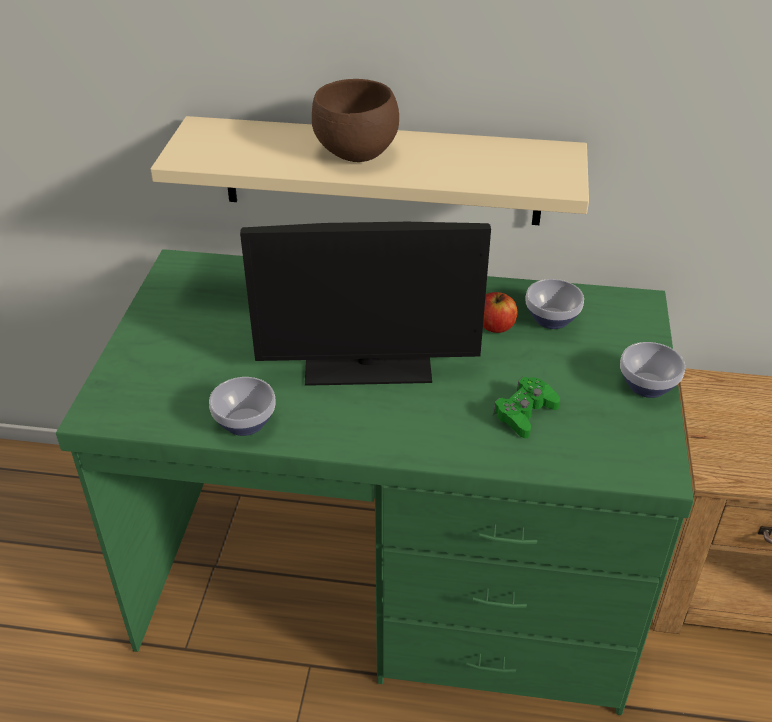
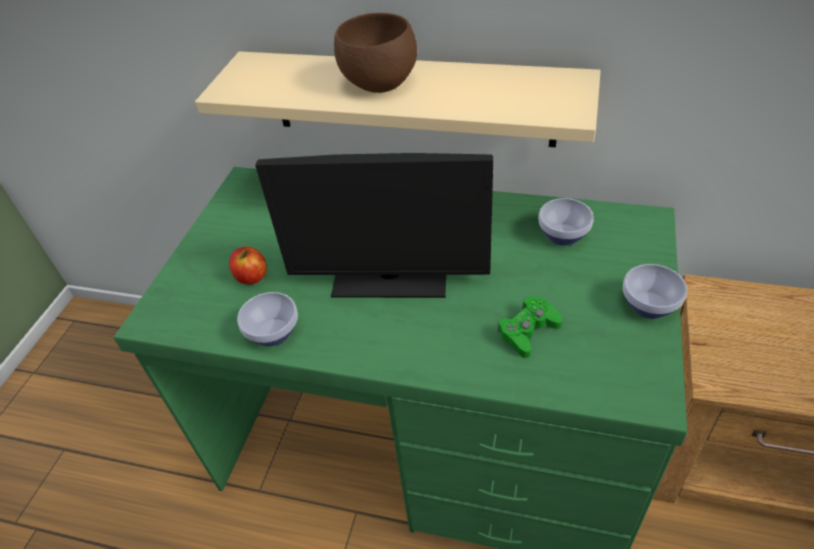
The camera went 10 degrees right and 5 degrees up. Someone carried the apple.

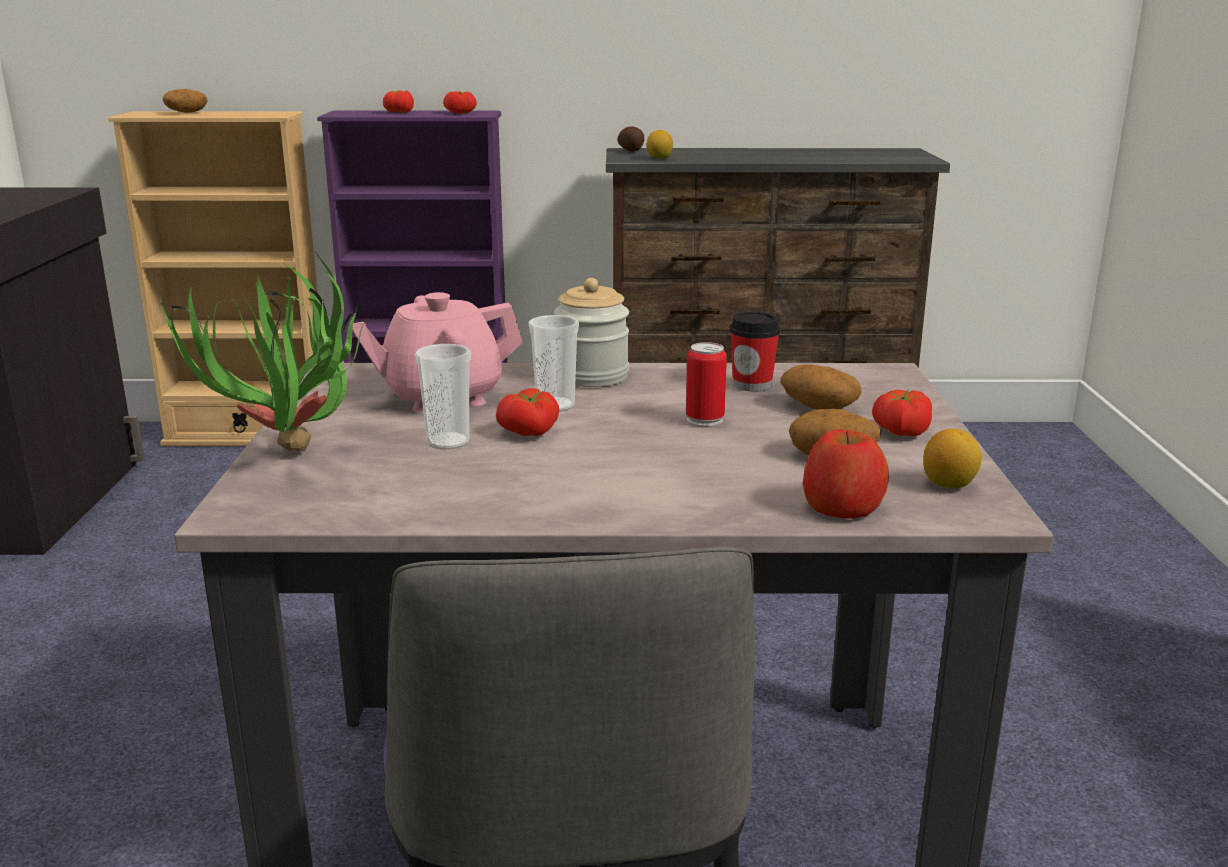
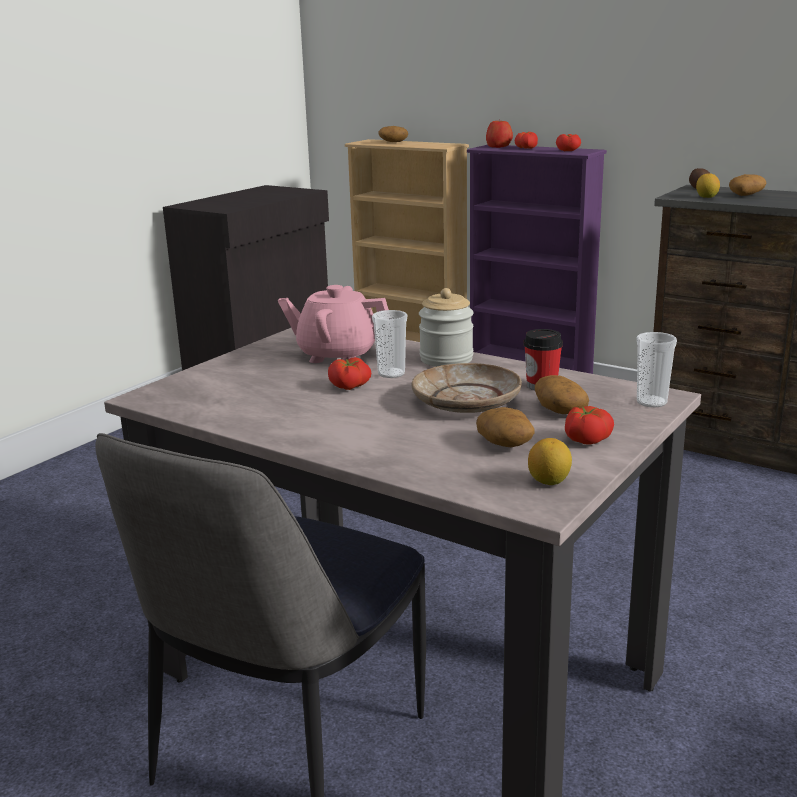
The camera went 35 degrees right and 0 degrees up. Someone took away the potted plant. Someone put down the potato (no. 5 from left). Someone carried the cup (no. 1 from left in the first image). Someone carried the apple. Someone swapped the can for the plate (beige).

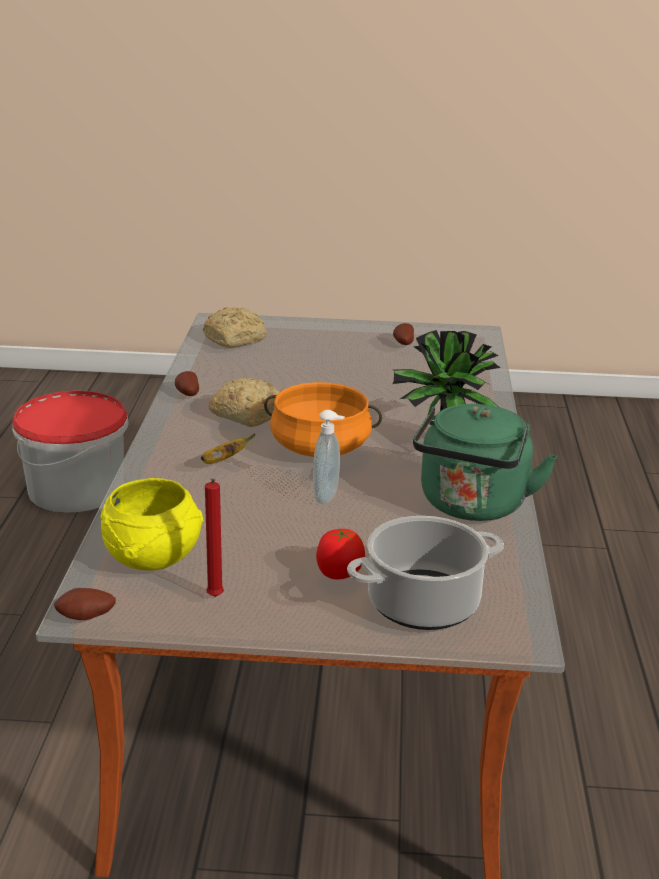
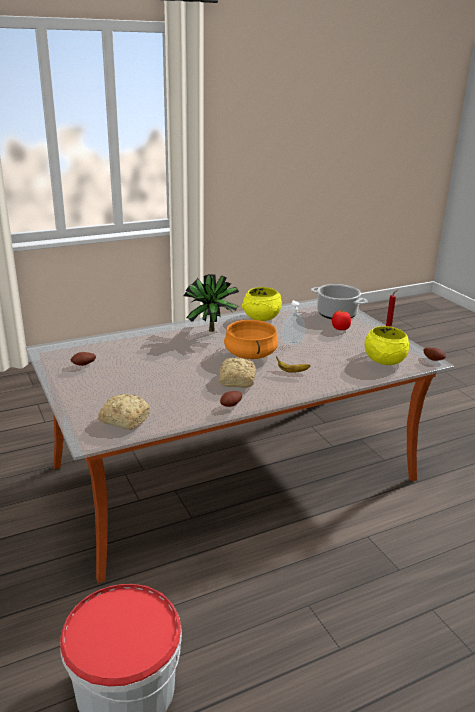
The camera went 120 degrees left and 0 degrees up. Someone swapped the kettle (green) for the bowl (yellow) (no. 1 from left).

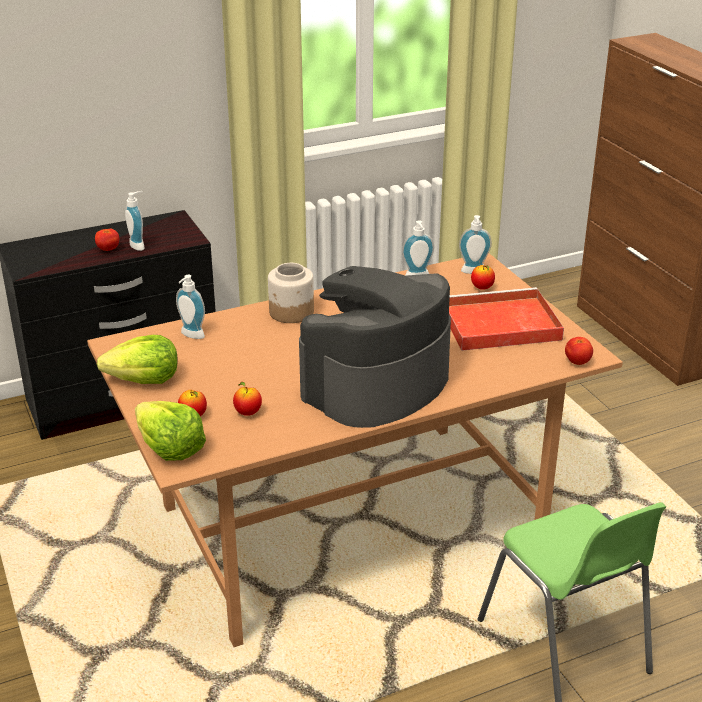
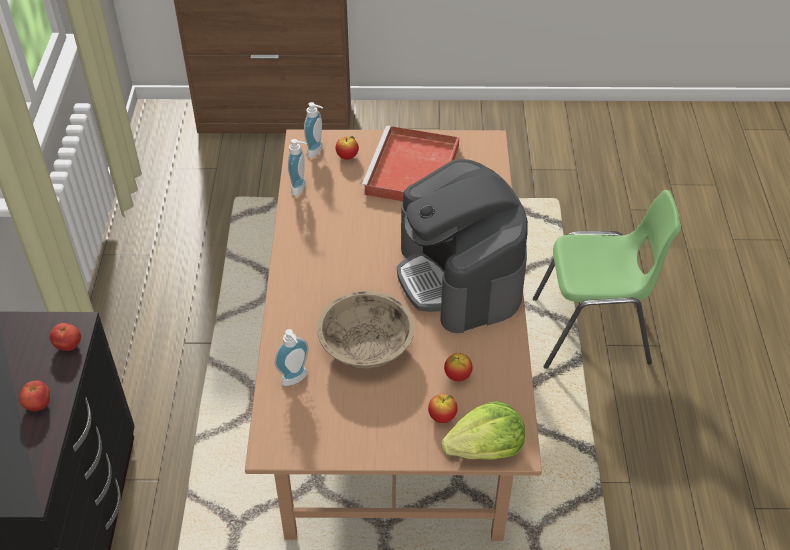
The camera went 65 degrees left and 15 degrees up. Someone took away the lettuce (no. 1 from left). Someone took away the soap dispenser (no. 1 from left). Someone took away the jar. Someone put down the bowl (beige). Someone carried the tomato (no. 2 from left).

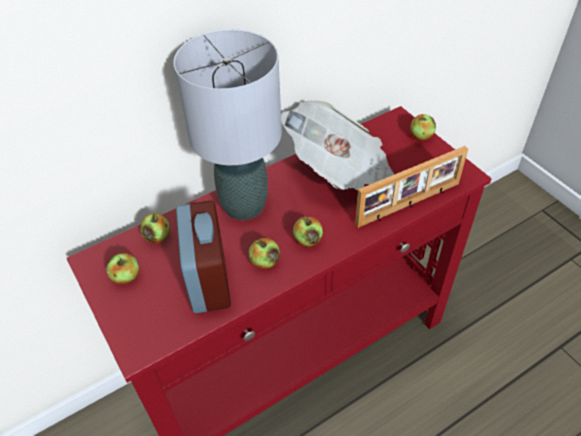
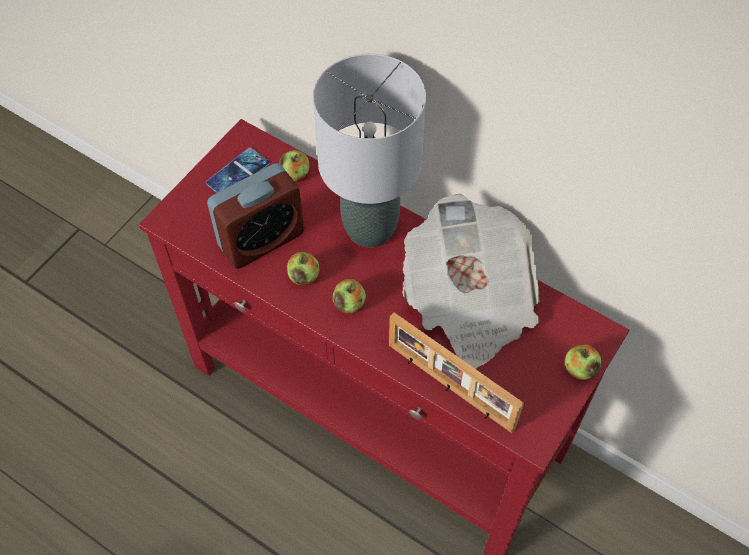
The camera went 65 degrees right and 10 degrees up. Someone swapped the apple (no. 1 from left) for the phone.

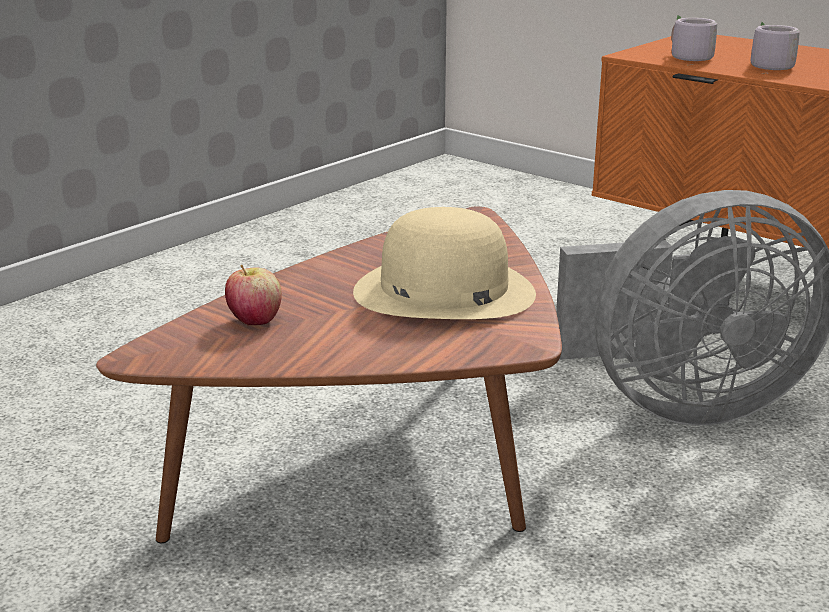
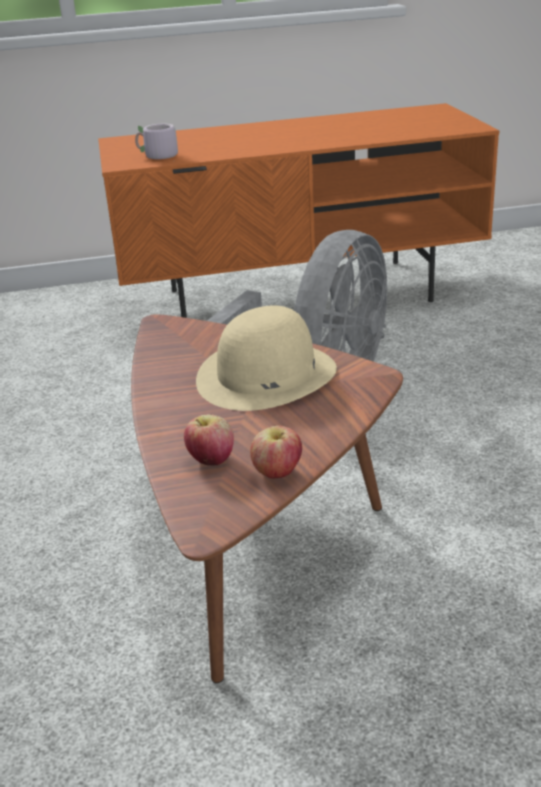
The camera went 50 degrees left and 5 degrees up. Someone took away the mug (grey) (no. 2 from left). Someone put down the apple (no. 2 from left).

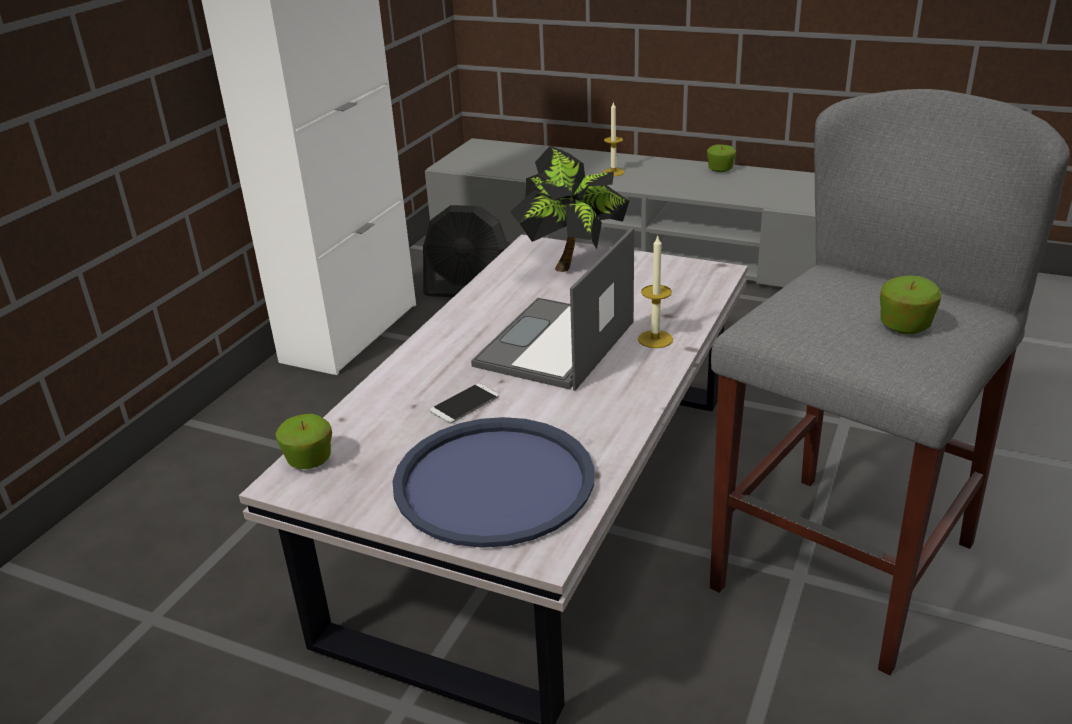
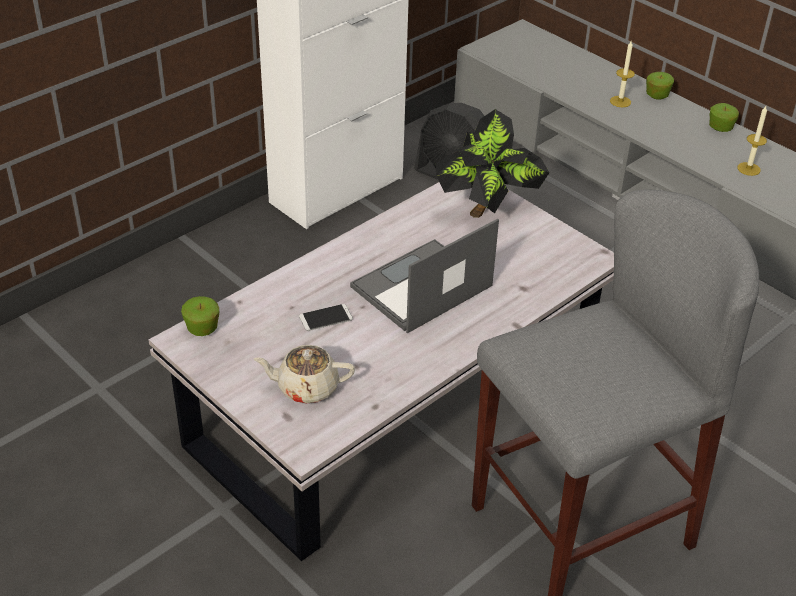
The camera went 20 degrees right and 10 degrees up. Someone carried the candle (no. 2 from left). Someone carried the apple (no. 3 from left in the first image). Someone swapped the tray (blue) for the teapot (beige).

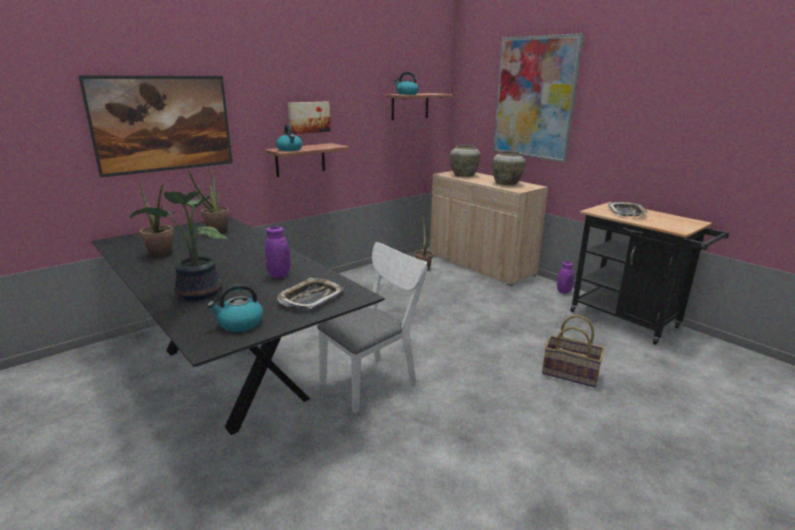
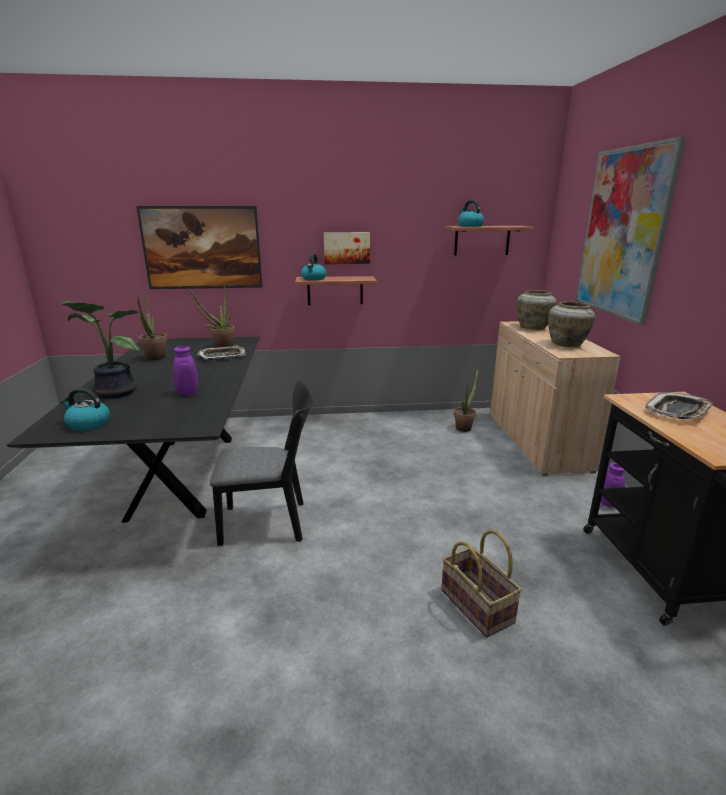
The camera went 35 degrees right and 0 degrees up. Someone carried the tray (no. 1 from left). Someone repainted the chair (white), which became the chair (black).

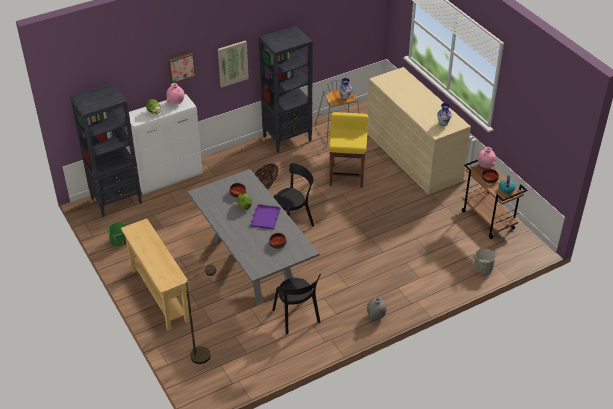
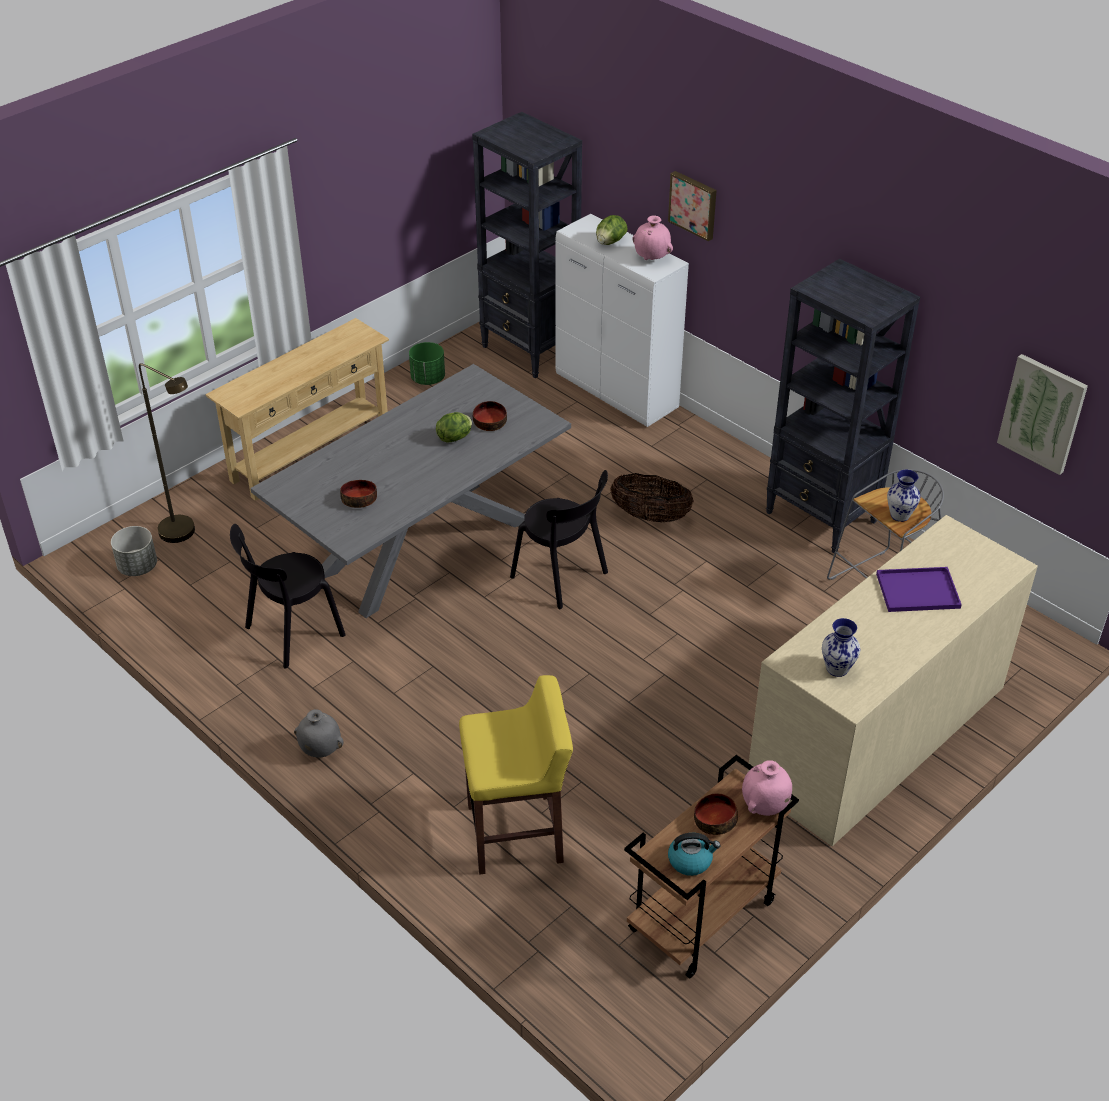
The camera went 75 degrees right and 0 degrees up. Someone carried the picture (no. 2 from left). Someone carried the tray (purple). Someone carried the stool (yellow). Someone carried the planter (grey).

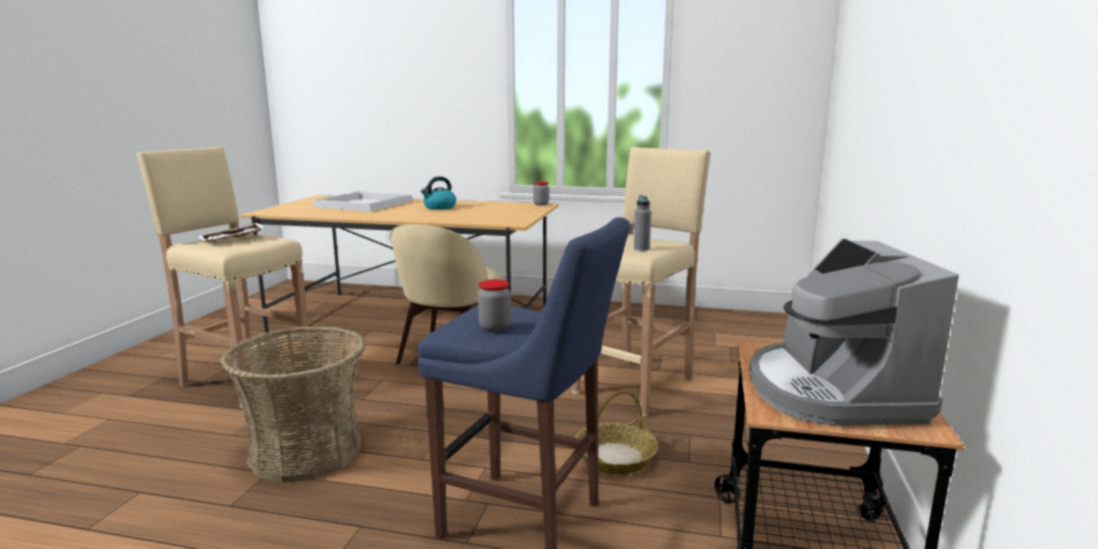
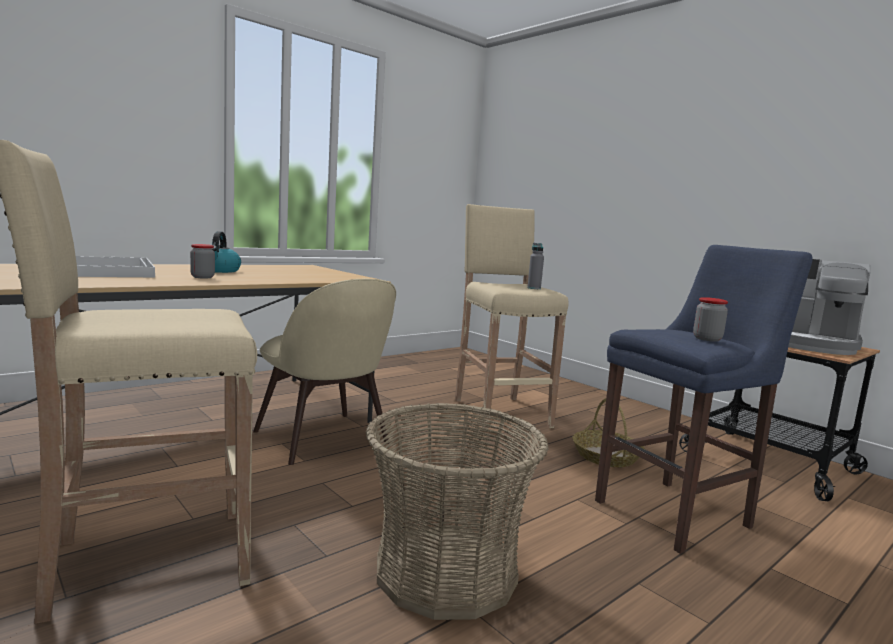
The camera went 55 degrees left and 5 degrees down. Someone took away the tray (white) (no. 1 from left). Someone carried the jar (no. 2 from left in the first image).

